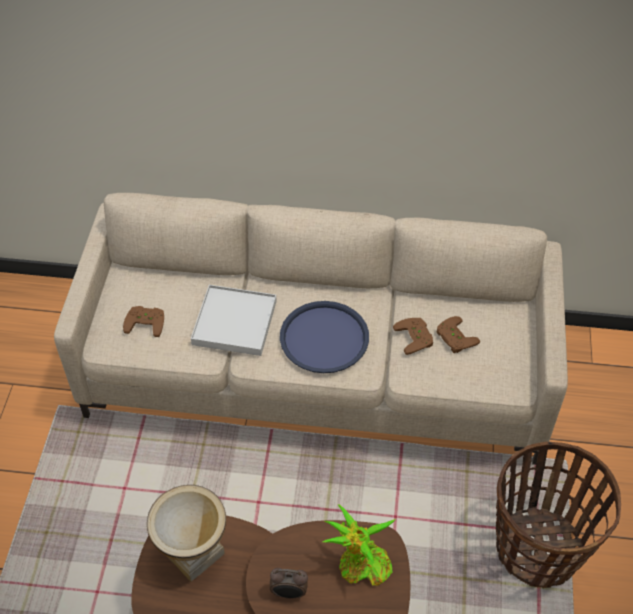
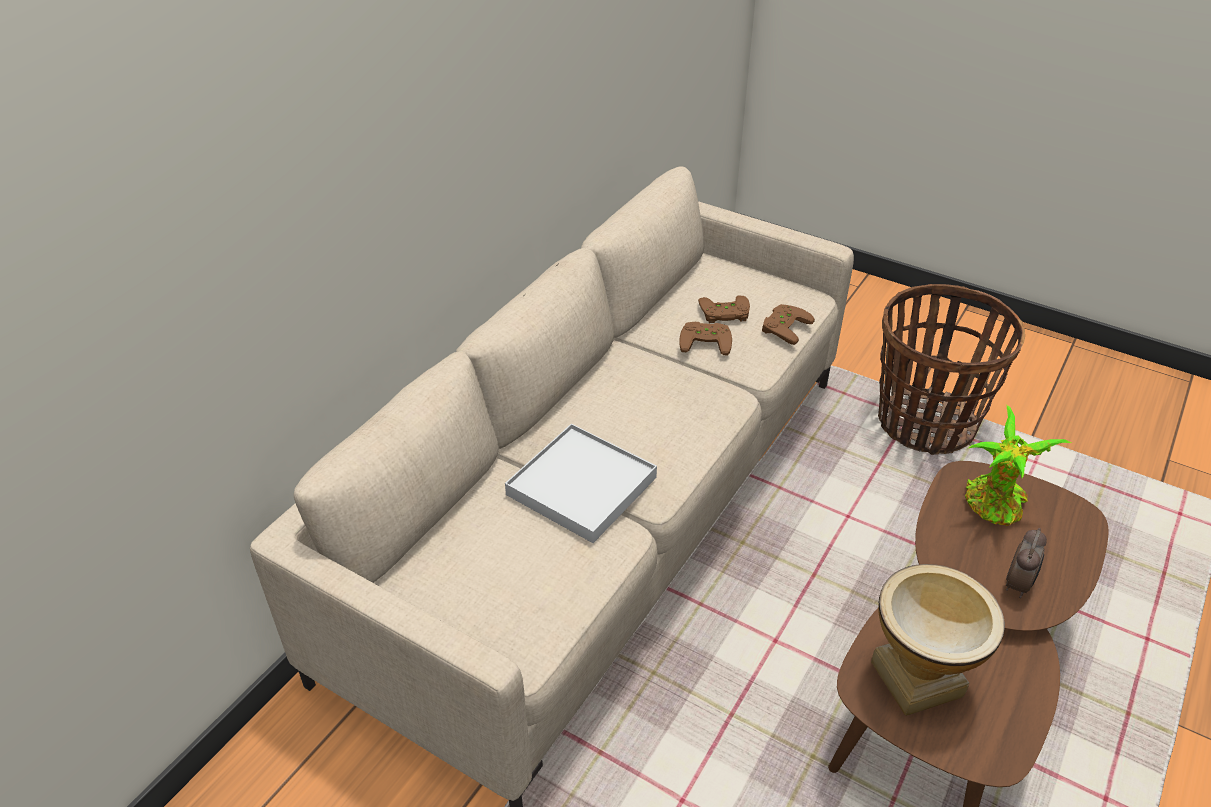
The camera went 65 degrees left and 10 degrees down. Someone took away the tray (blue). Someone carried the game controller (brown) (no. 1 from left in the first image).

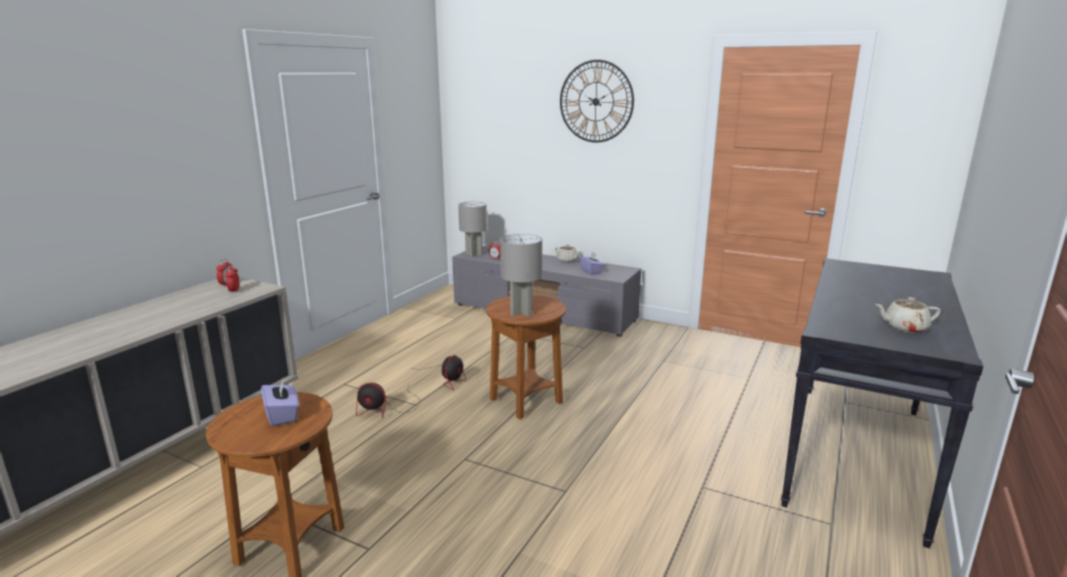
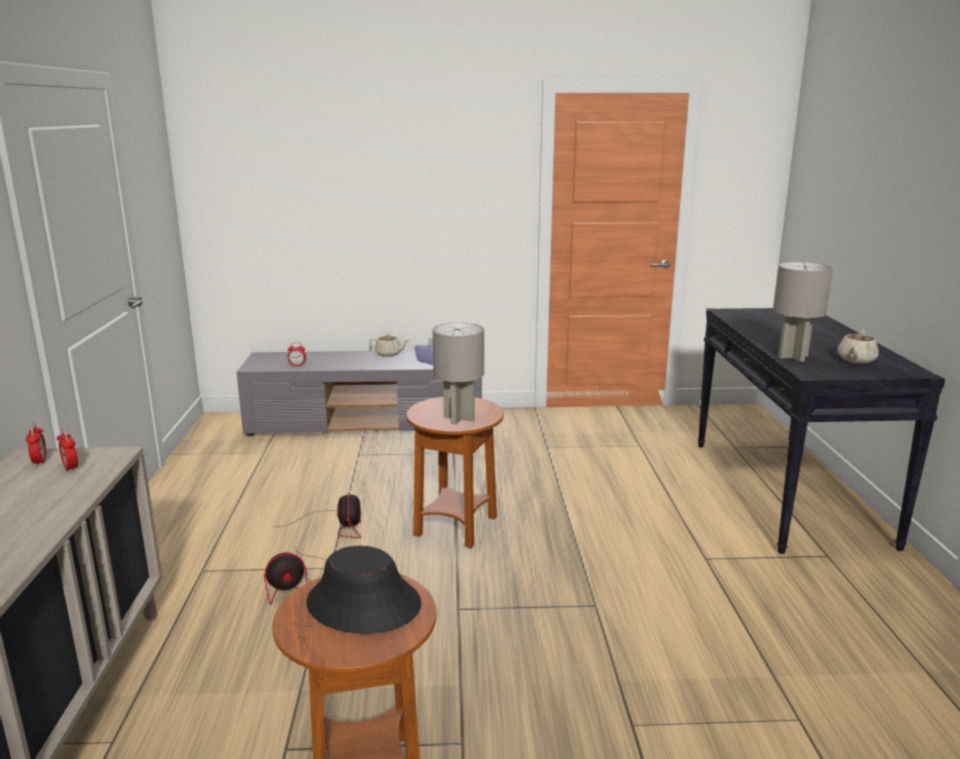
The camera went 30 degrees left and 0 degrees up. Someone took away the wall clock. Someone carried the table lamp (grey) (no. 1 from left in the first image). Someone swapped the tissue box (purple) (no. 1 from left) for the hat (black). Someone rotated the teapot (beige) (no. 2 from left) by 150 degrees clockwise.

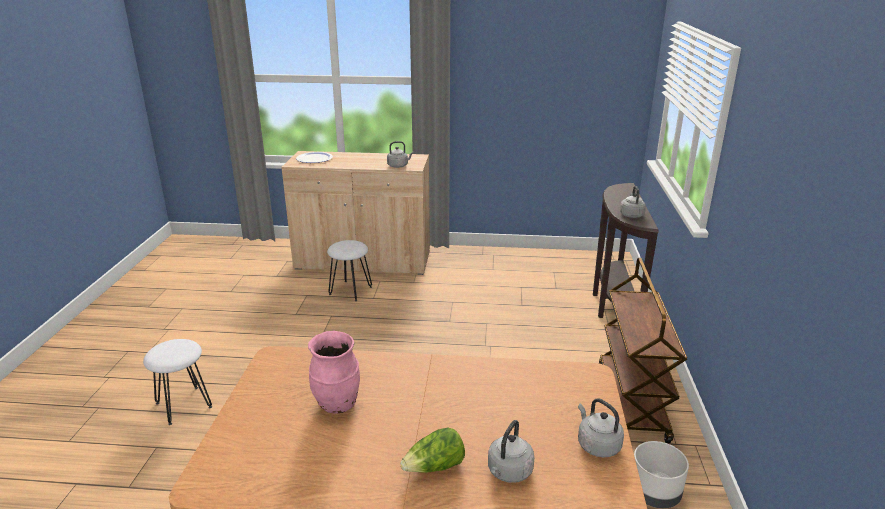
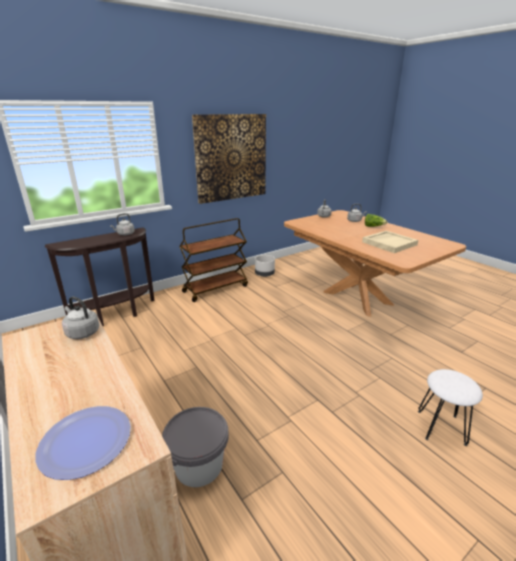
The camera went 130 degrees left and 0 degrees up. Someone put up the picture. Someone swapped the vase (pink) for the tray (beige). Someone swapped the stool (white) (no. 2 from left) for the bucket (grey).

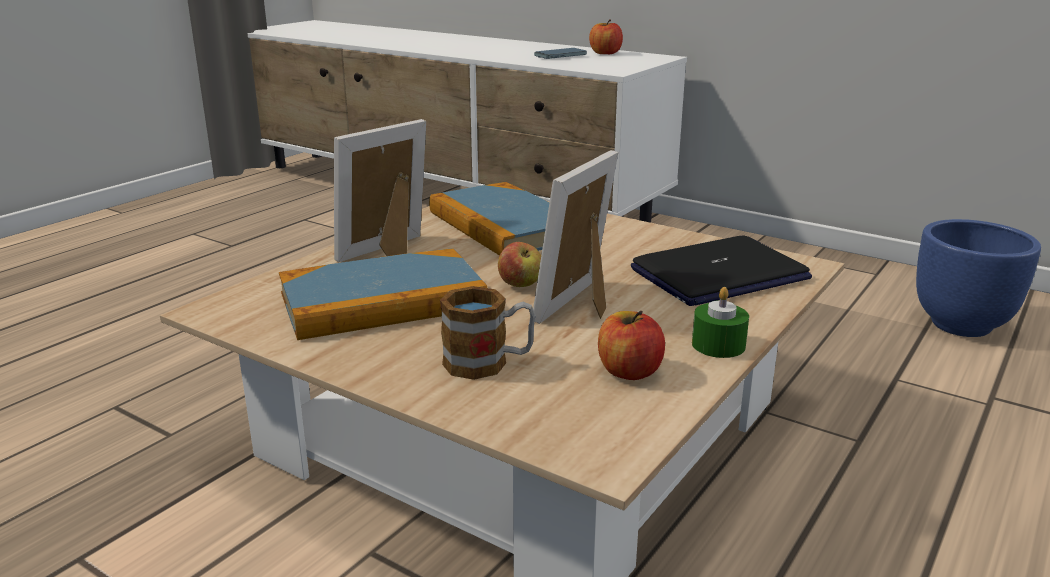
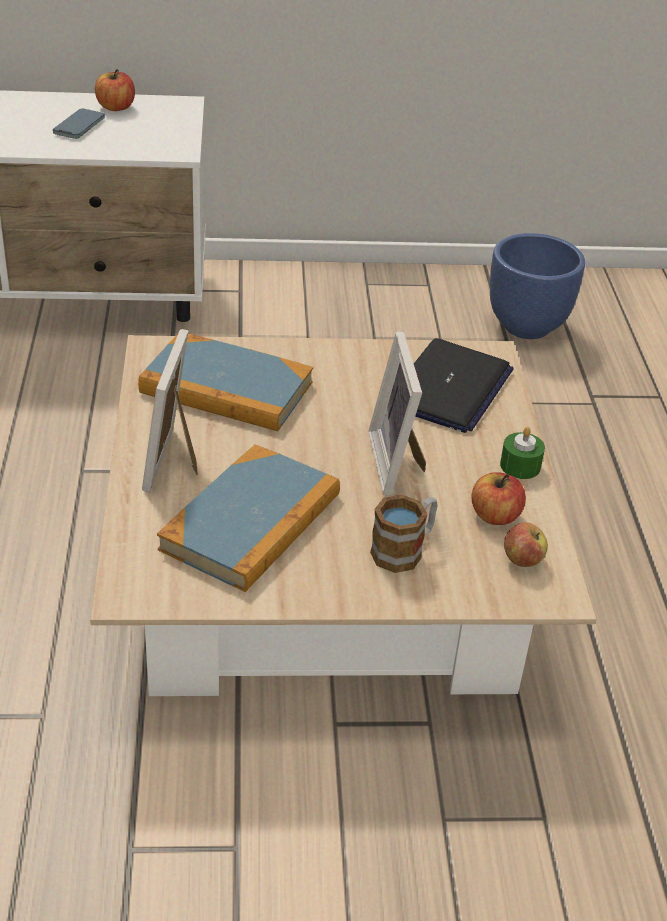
The camera went 40 degrees left and 15 degrees up. Someone carried the apple (no. 1 from left in the first image).

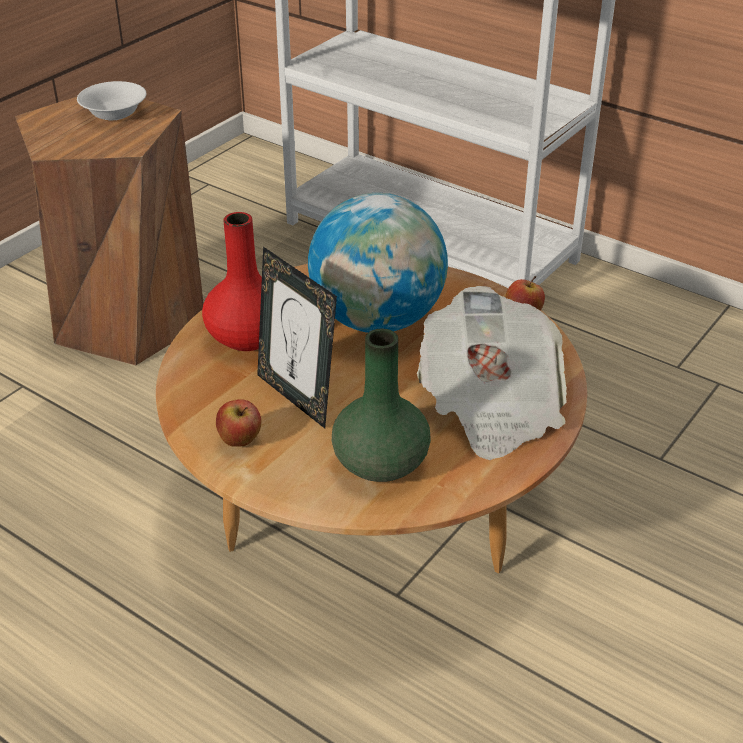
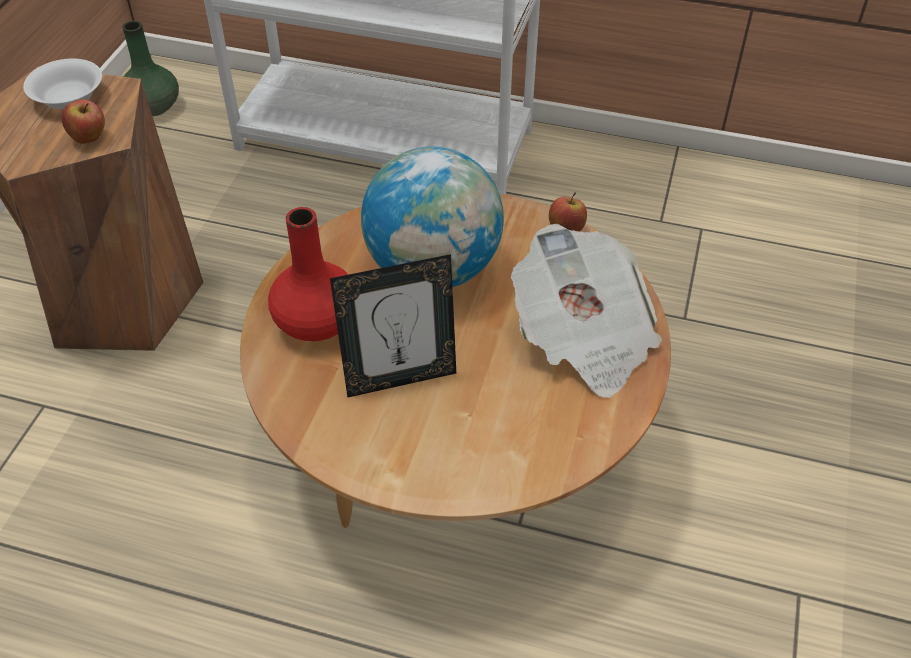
The camera went 20 degrees left and 10 degrees up. Someone carried the apple (no. 1 from left). Someone carried the vase (green). Someone rotated the picture frame by 45 degrees counterclockwise.

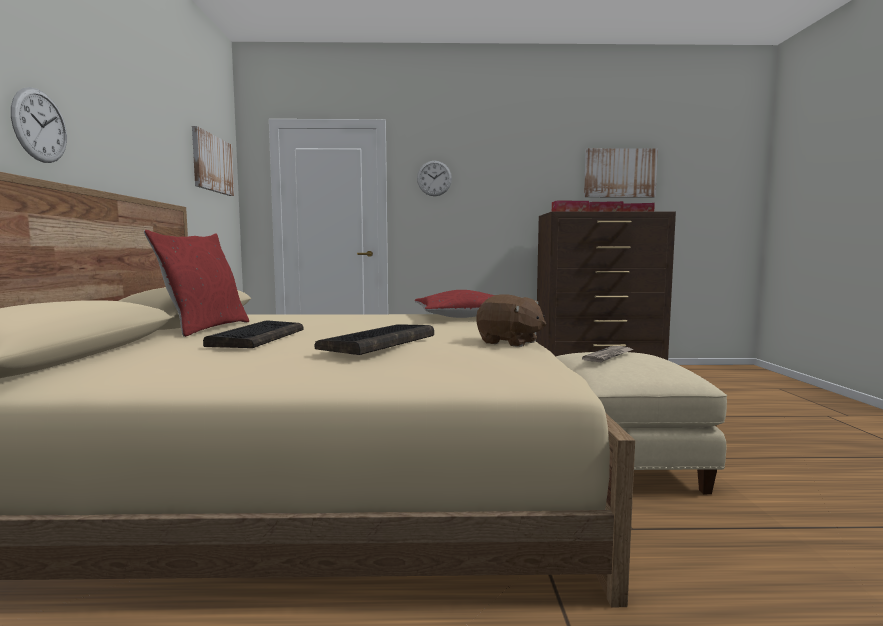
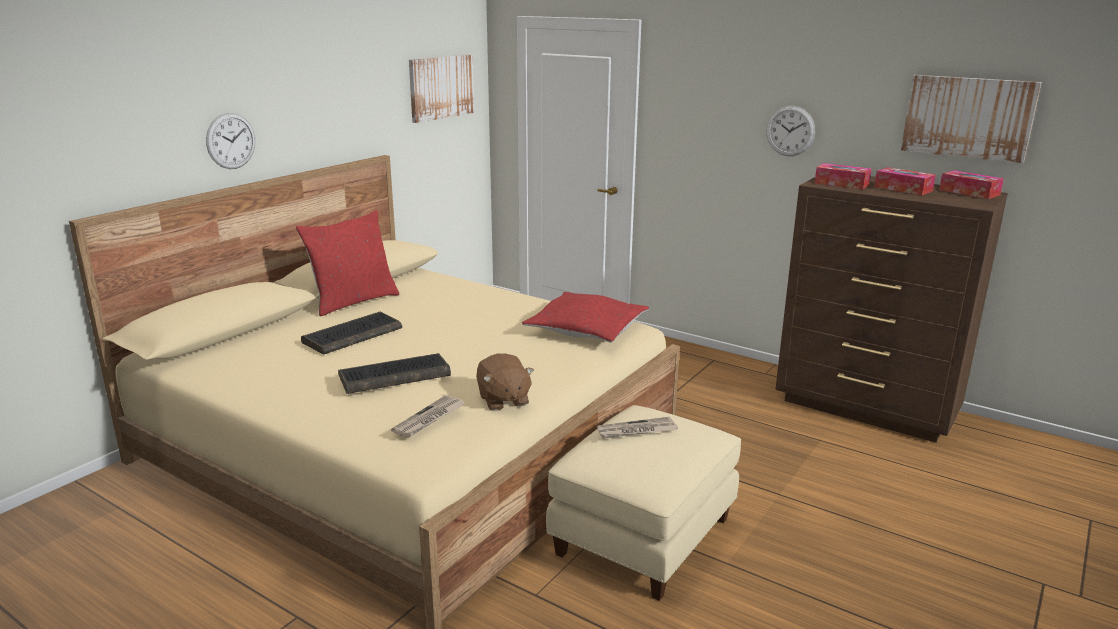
The camera went 35 degrees right and 15 degrees up. Someone put down the newspaper (no. 1 from left). Someone carried the wall clock (no. 2 from left).

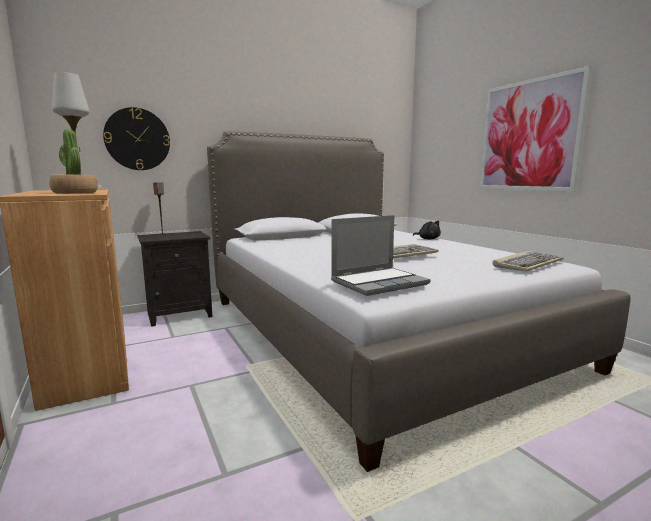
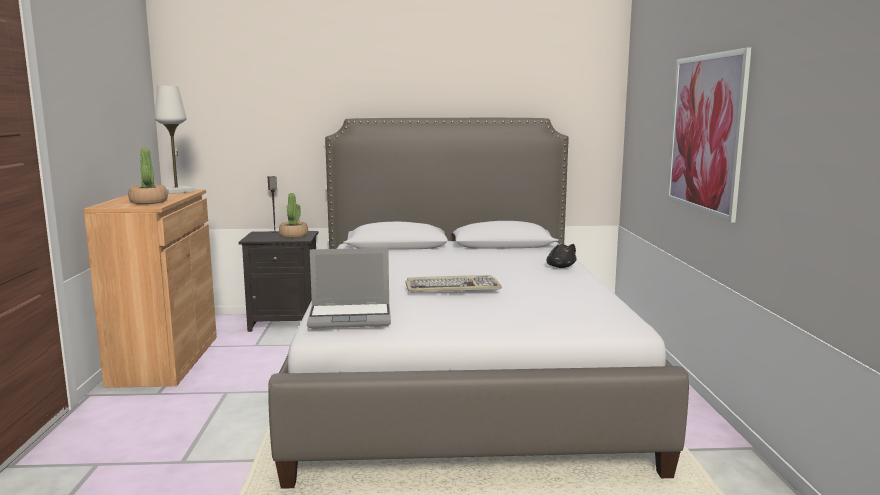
The camera went 25 degrees right and 0 degrees up. Someone took away the wall clock. Someone took away the keyboard (no. 2 from left). Someone put down the potted plant (no. 2 from left).

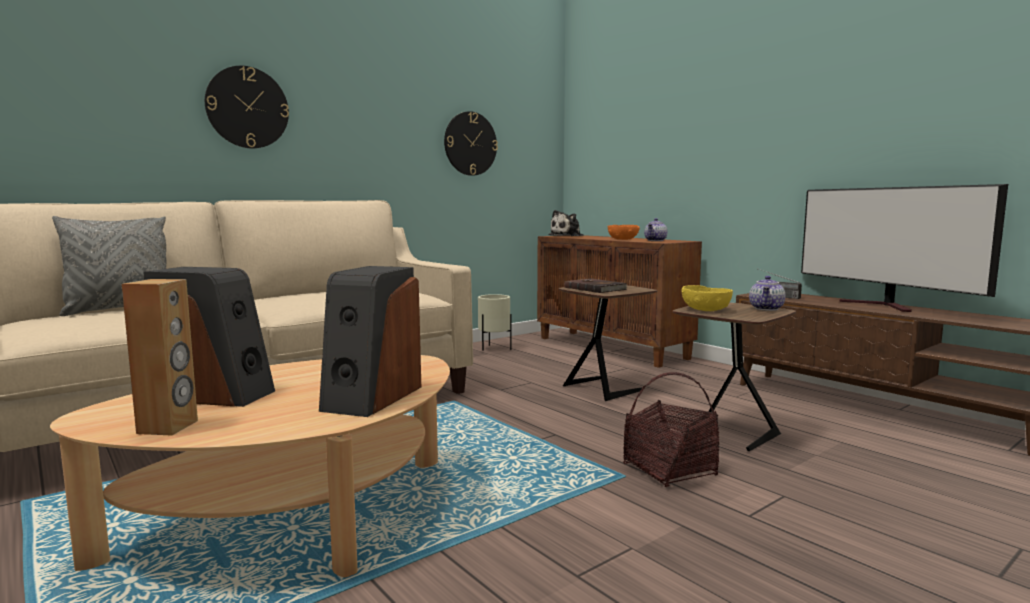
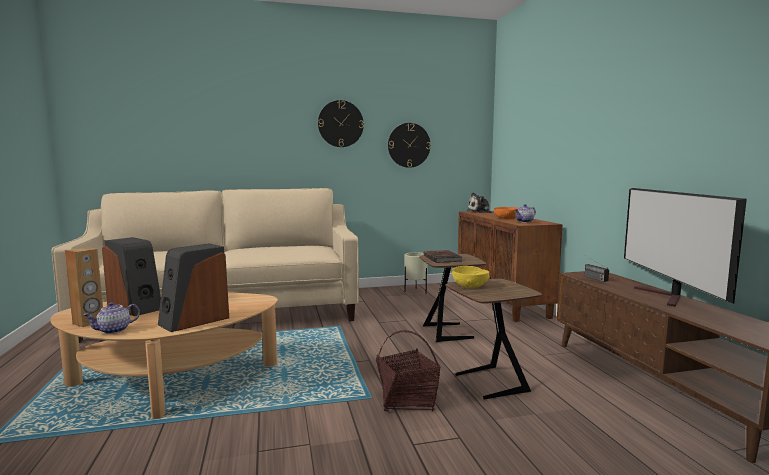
The camera went 25 degrees right and 0 degrees up. Someone took away the pillow (grey). Someone carried the wall clock (no. 1 from left). Someone carried the teapot (no. 2 from left in the first image).

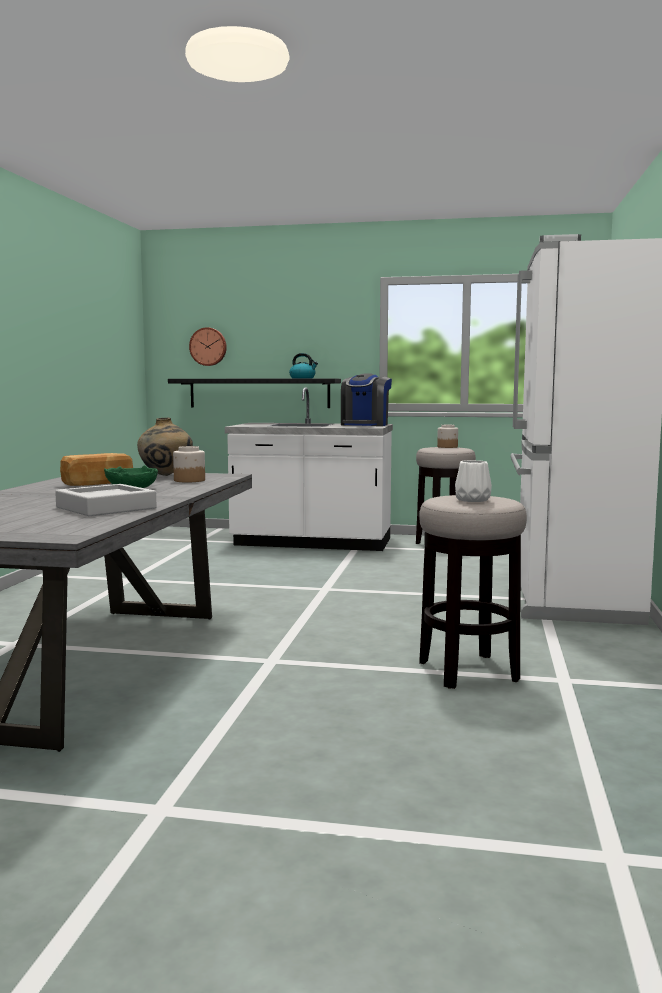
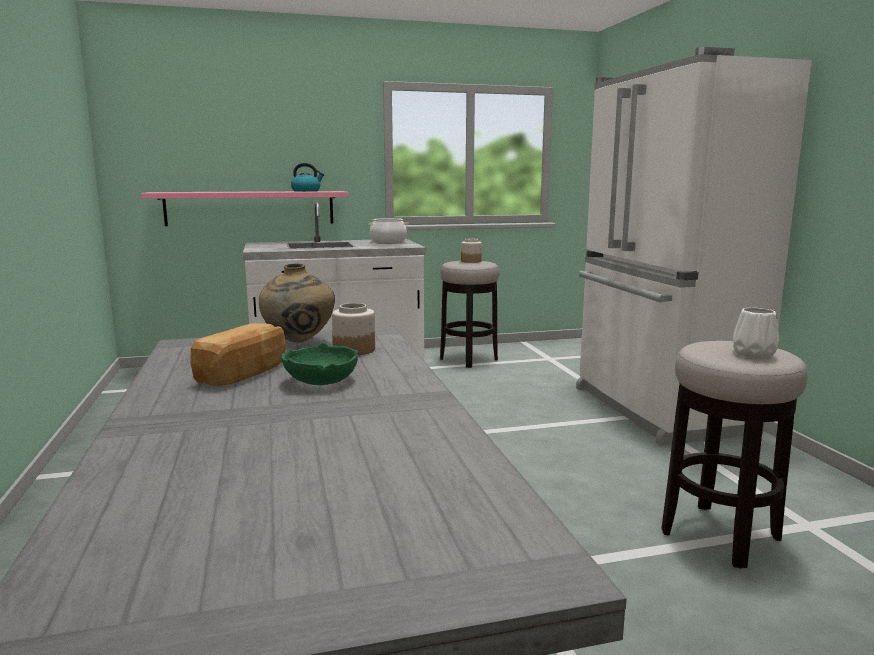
The camera went 25 degrees left and 5 degrees up. Someone took away the tray (grey). Someone took away the wall clock. Someone swapped the coffee machine for the cooking pot. Someone repainted the shelf (black), which became the shelf (pink).

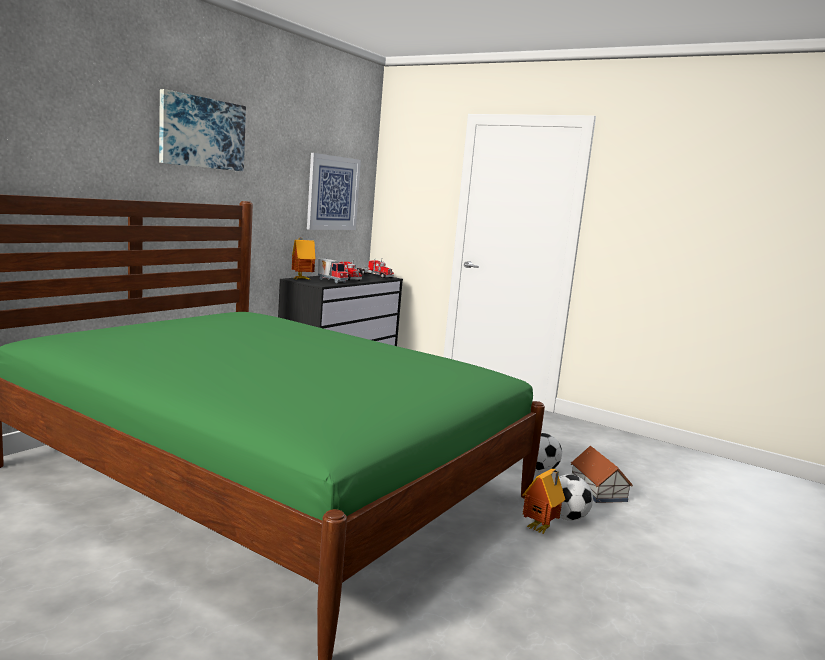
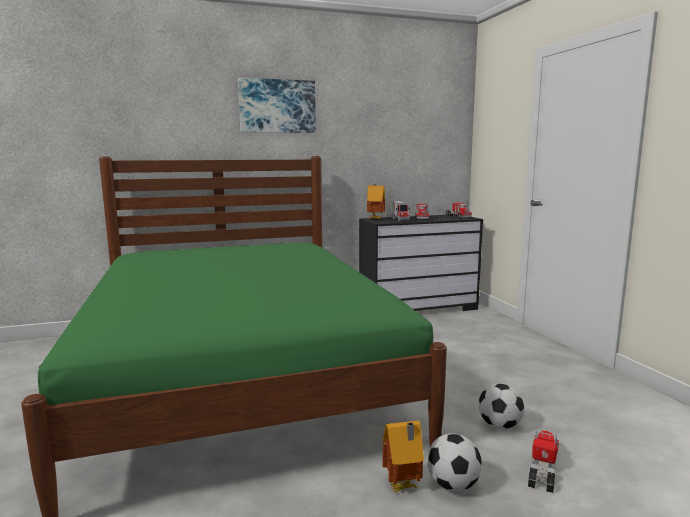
The camera went 40 degrees right and 0 degrees up. Someone took away the picture (no. 2 from left). Someone swapped the toy house (no. 3 from left) for the toy truck (no. 4 from left).

